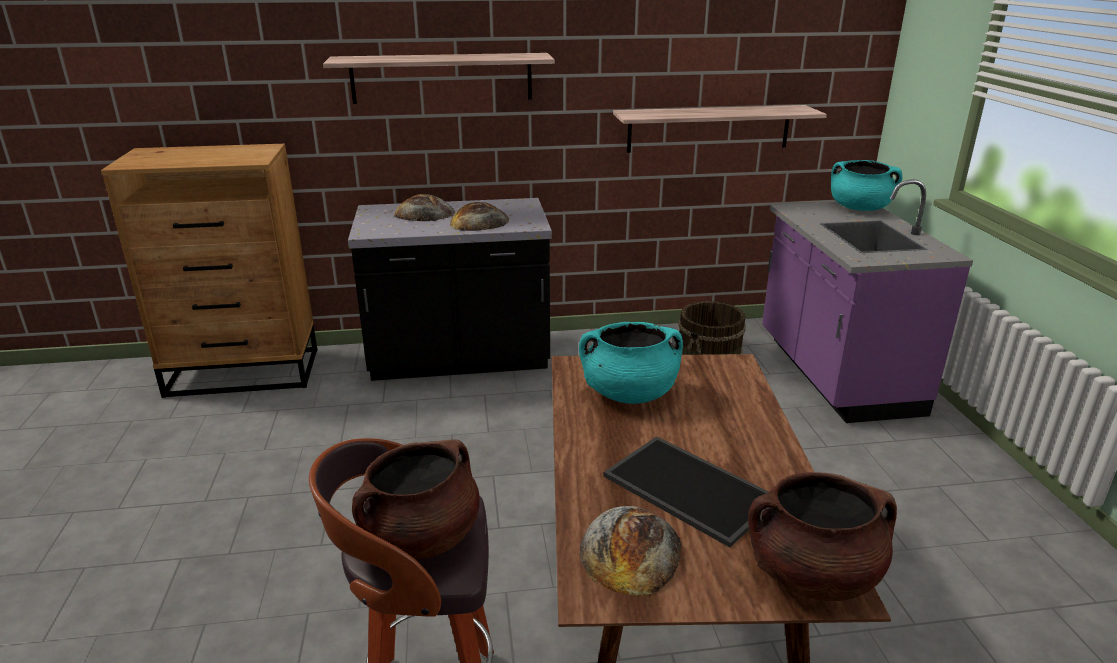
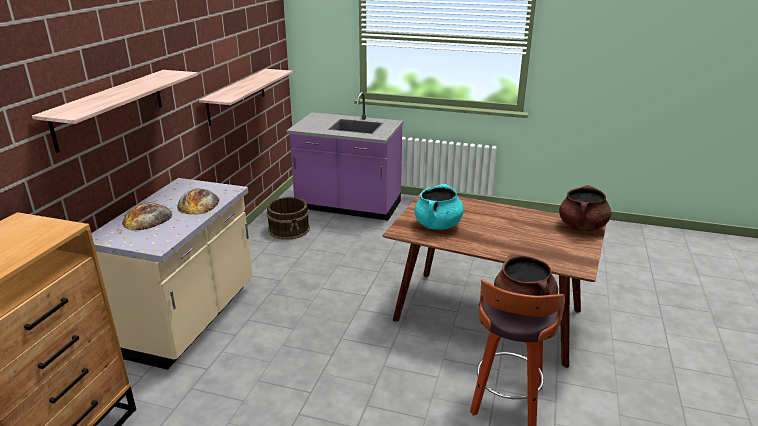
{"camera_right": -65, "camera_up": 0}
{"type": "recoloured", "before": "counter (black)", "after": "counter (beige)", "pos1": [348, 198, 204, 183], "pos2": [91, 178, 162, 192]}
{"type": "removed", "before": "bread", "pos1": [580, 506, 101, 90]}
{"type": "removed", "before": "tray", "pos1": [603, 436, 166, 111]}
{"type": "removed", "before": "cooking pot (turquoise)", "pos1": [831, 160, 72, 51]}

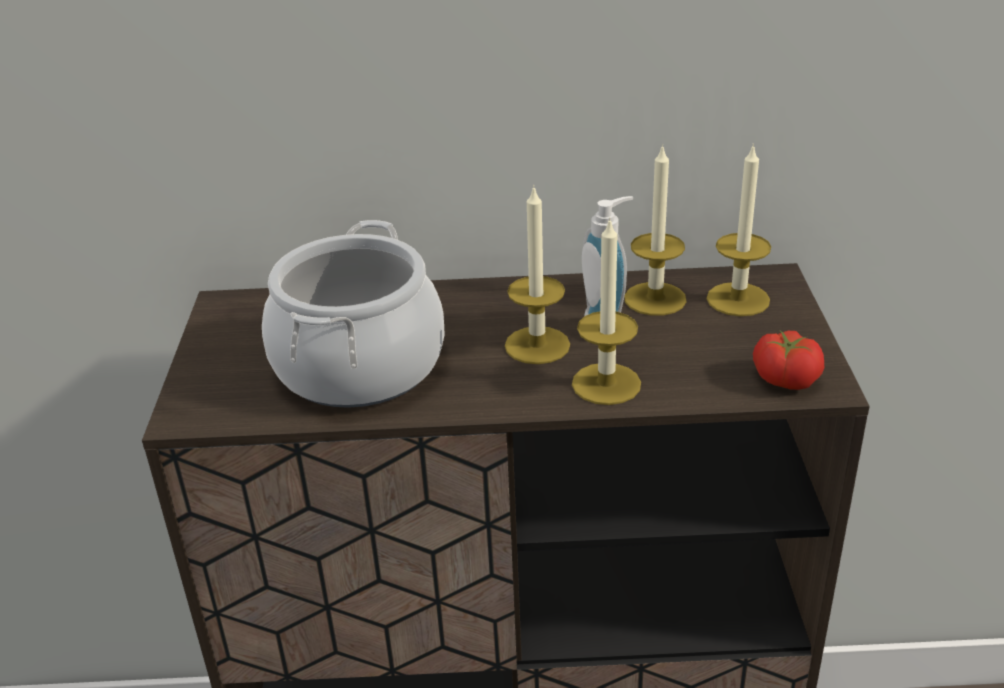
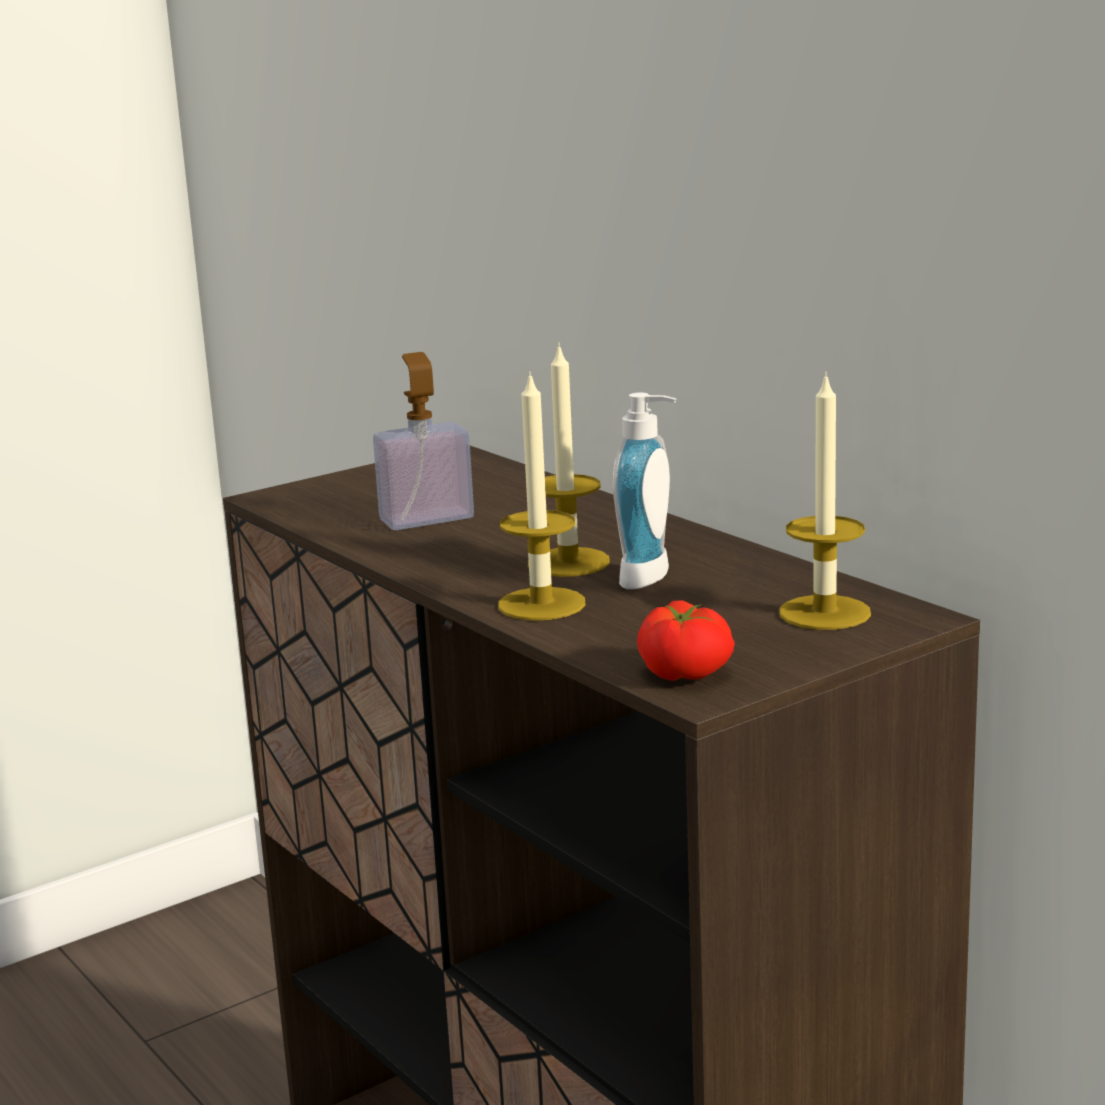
{"camera_right": 55, "camera_up": -15}
{"type": "replaced", "before": "cooking pot", "after": "soap dispenser", "pos1": [262, 220, 183, 188], "pos2": [373, 352, 101, 178]}
{"type": "removed", "before": "candle", "pos1": [624, 144, 62, 172]}

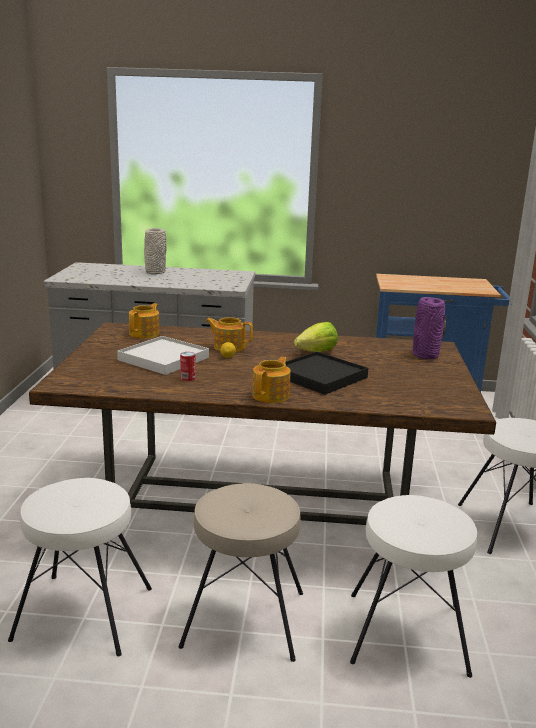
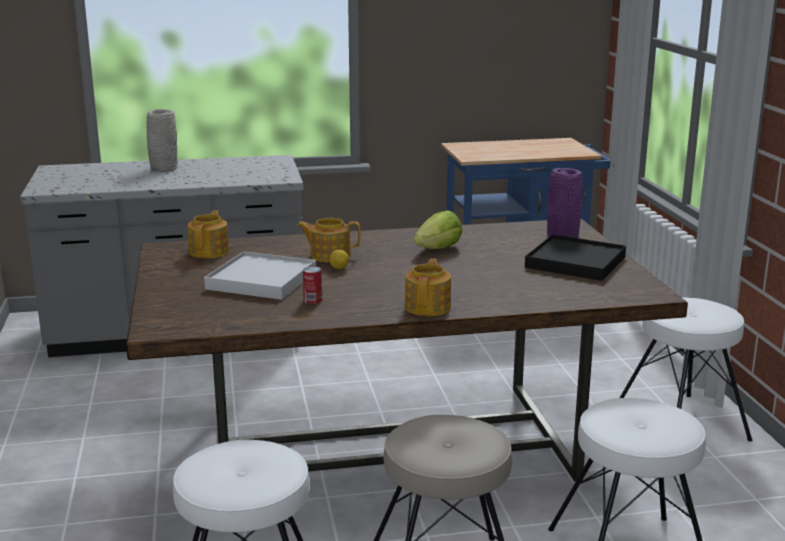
{"camera_right": -15, "camera_up": 0}
{"type": "moved", "before": "tray (black)", "pos1": [285, 352, 83, 43], "pos2": [525, 234, 101, 47]}

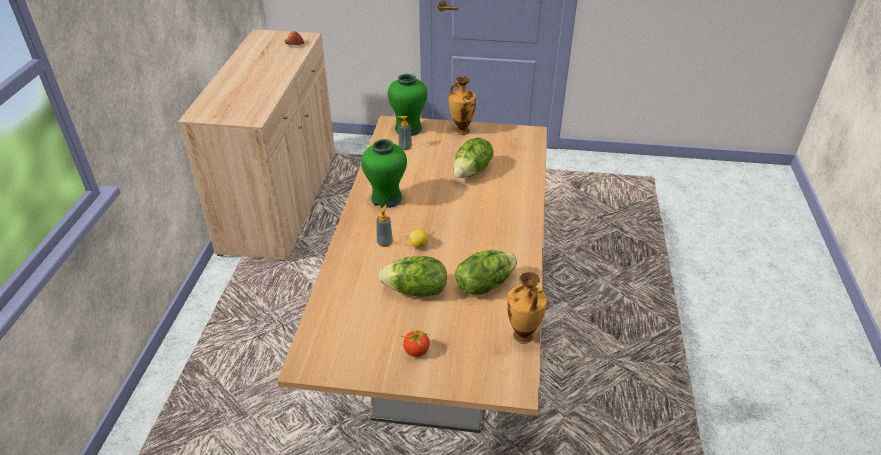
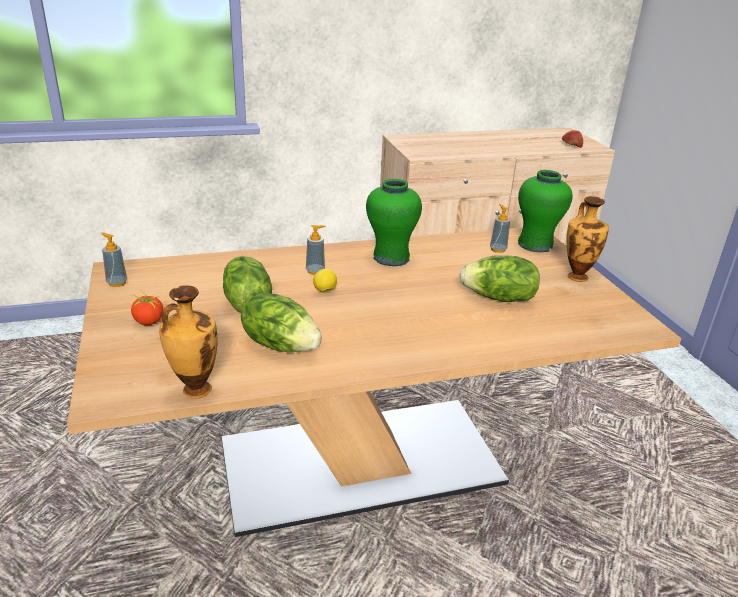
{"camera_right": 65, "camera_up": -10}
{"type": "added", "after": "soap dispenser", "pos2": [101, 233, 26, 54]}

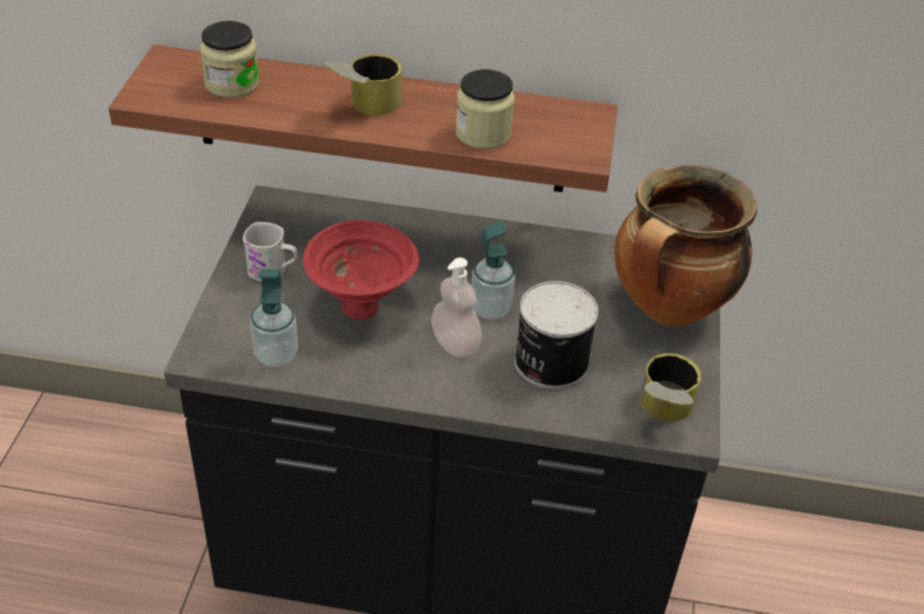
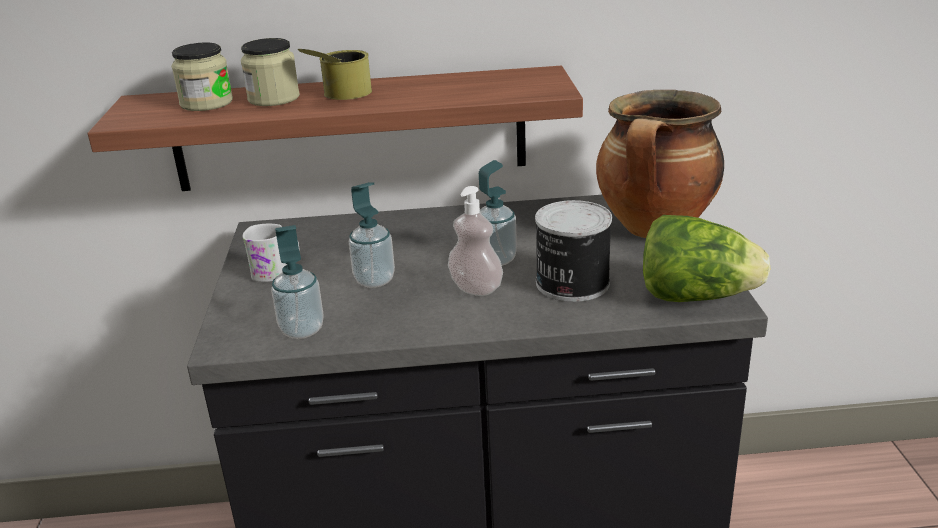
{"camera_right": -10, "camera_up": -15}
{"type": "replaced", "before": "bowl (red)", "after": "soap dispenser", "pos1": [303, 220, 116, 99], "pos2": [349, 182, 46, 106]}
{"type": "moved", "before": "jar", "pos1": [455, 69, 59, 80], "pos2": [241, 38, 59, 68]}
{"type": "replaced", "before": "can", "after": "lettuce", "pos1": [640, 353, 61, 69], "pos2": [643, 215, 128, 87]}

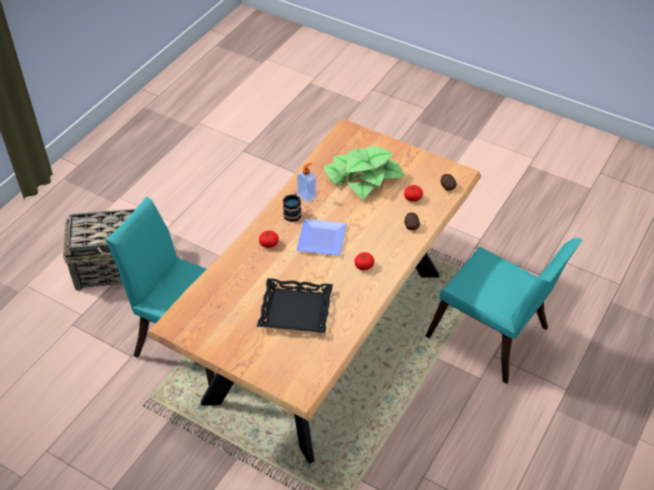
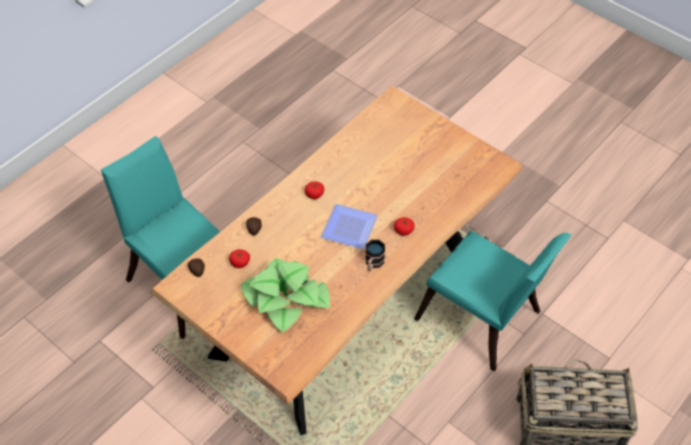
{"camera_right": -170, "camera_up": 5}
{"type": "removed", "before": "tray (black)", "pos1": [257, 278, 76, 55]}
{"type": "removed", "before": "soap dispenser", "pos1": [297, 163, 19, 40]}

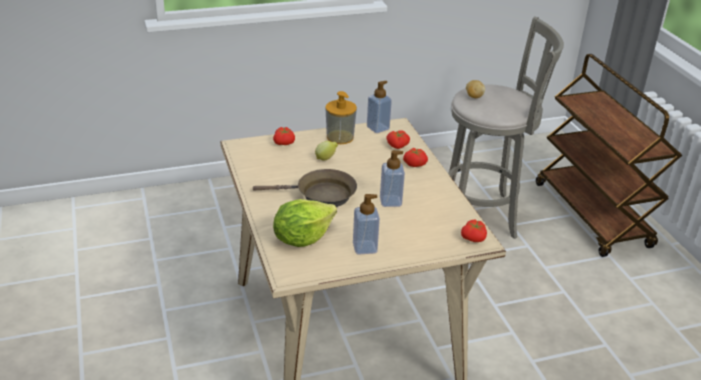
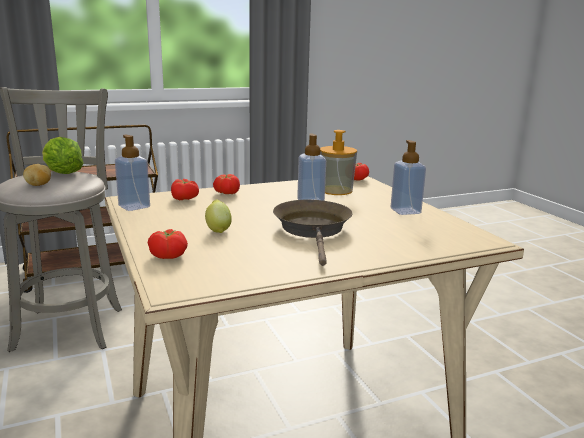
{"camera_right": -95, "camera_up": -15}
{"type": "moved", "before": "lettuce", "pos1": [273, 199, 64, 48], "pos2": [42, 137, 42, 37]}
{"type": "moved", "before": "soap dispenser", "pos1": [325, 91, 32, 53], "pos2": [320, 130, 37, 65]}

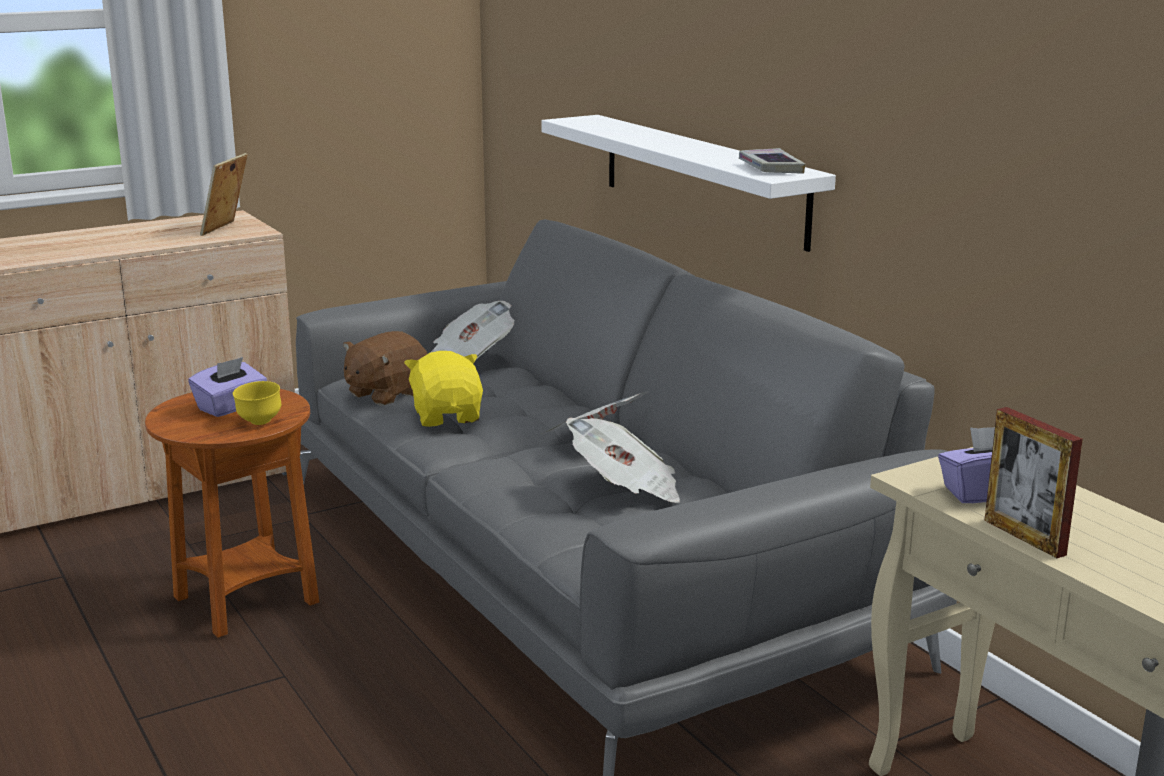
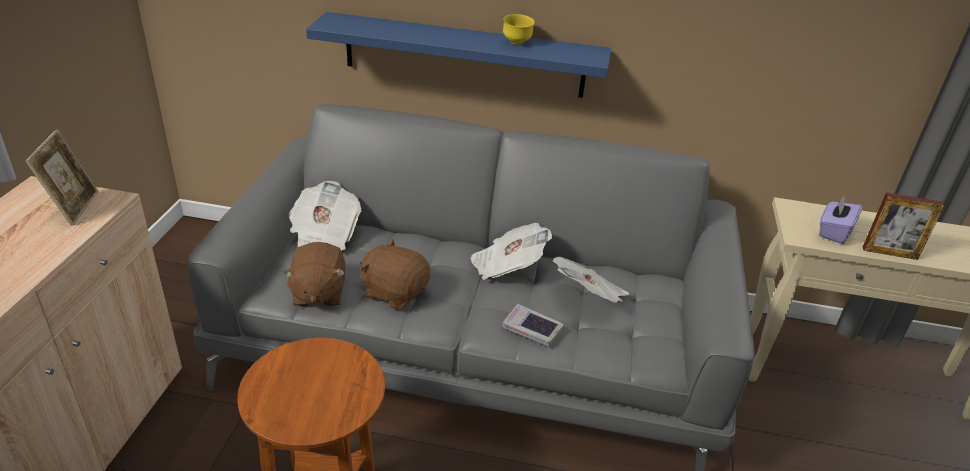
{"camera_right": -50, "camera_up": 15}
{"type": "removed", "before": "tissue box (purple)", "pos1": [188, 357, 79, 60]}
{"type": "turned", "before": "picture frame", "pos1": [200, 153, 48, 83], "pos2": [25, 130, 73, 96], "turn": -150}
{"type": "moved", "before": "bowl (yellow)", "pos1": [233, 381, 48, 44], "pos2": [503, 14, 32, 31]}
{"type": "recoloured", "before": "plush toy (yellow)", "after": "plush toy (brown)", "pos1": [404, 351, 79, 76], "pos2": [360, 240, 70, 70]}
{"type": "recoloured", "before": "shelf (white)", "after": "shelf (blue)", "pos1": [541, 115, 295, 137], "pos2": [306, 12, 305, 86]}
{"type": "moved", "before": "book", "pos1": [739, 148, 66, 26], "pos2": [502, 304, 62, 43]}

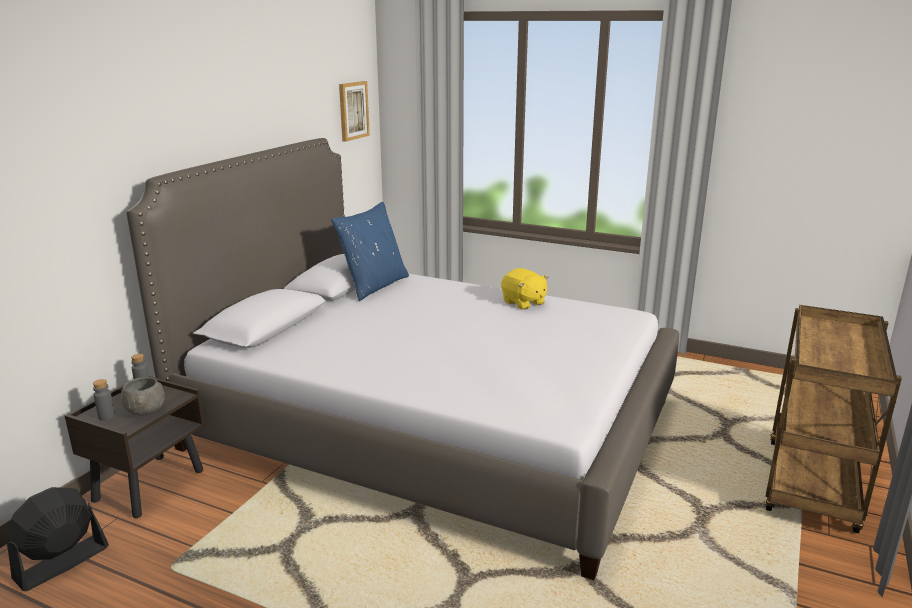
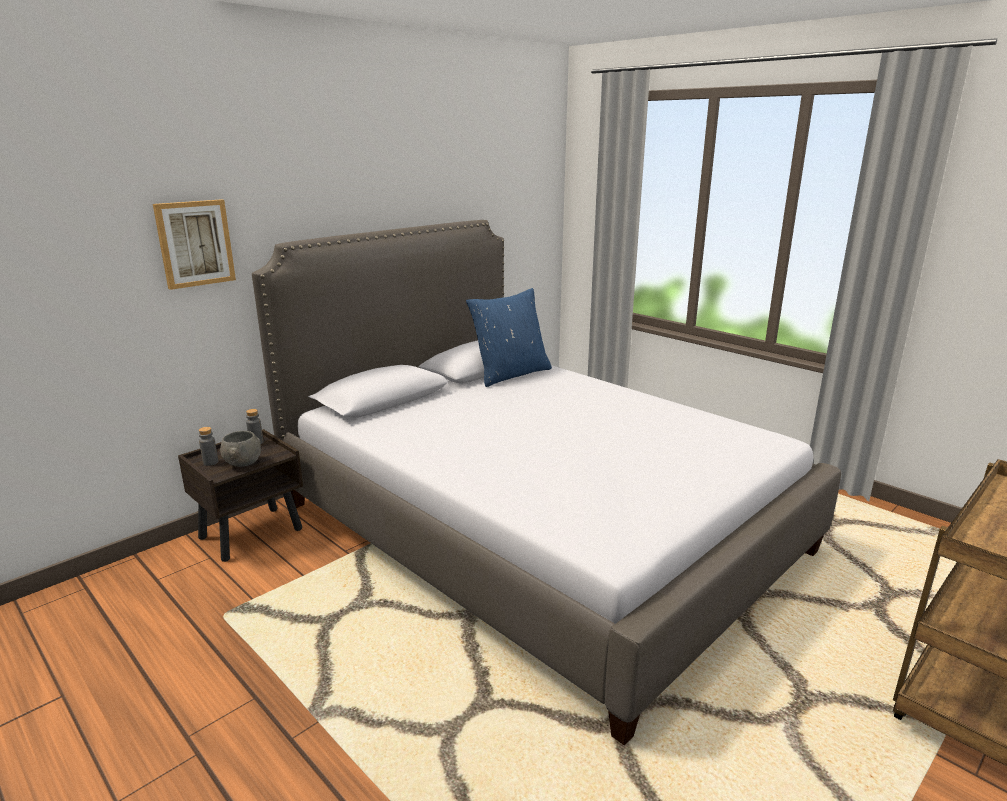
{"camera_right": 20, "camera_up": 0}
{"type": "removed", "before": "fan (black)", "pos1": [7, 487, 102, 104]}
{"type": "moved", "before": "picture", "pos1": [339, 81, 31, 61], "pos2": [153, 199, 83, 91]}
{"type": "removed", "before": "plush toy (yellow)", "pos1": [501, 268, 47, 42]}

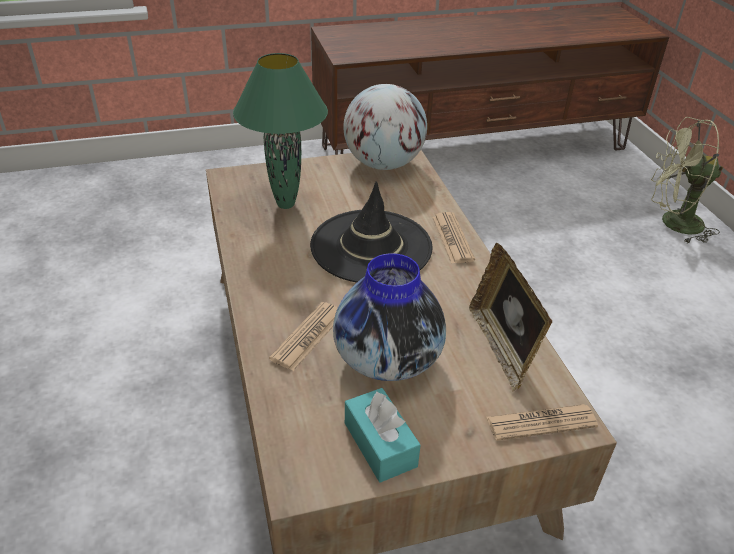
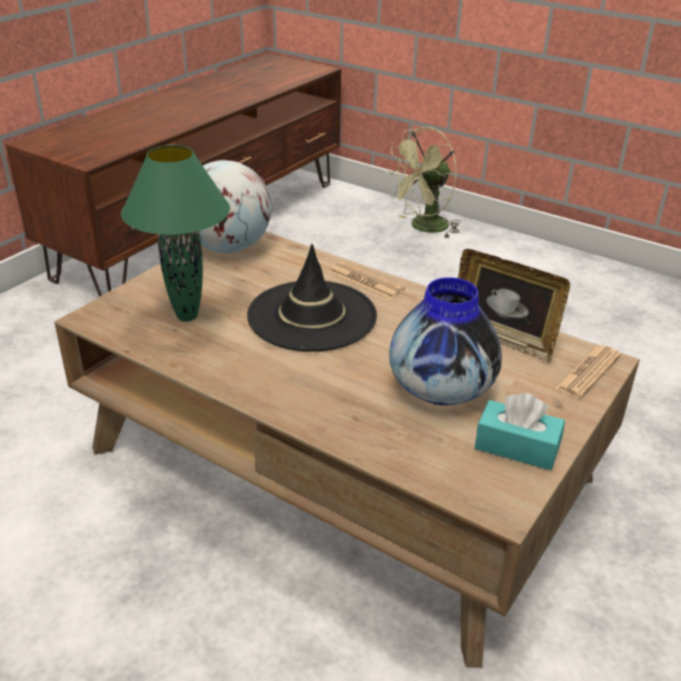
{"camera_right": -40, "camera_up": -5}
{"type": "removed", "before": "newspaper", "pos1": [269, 302, 69, 69]}

